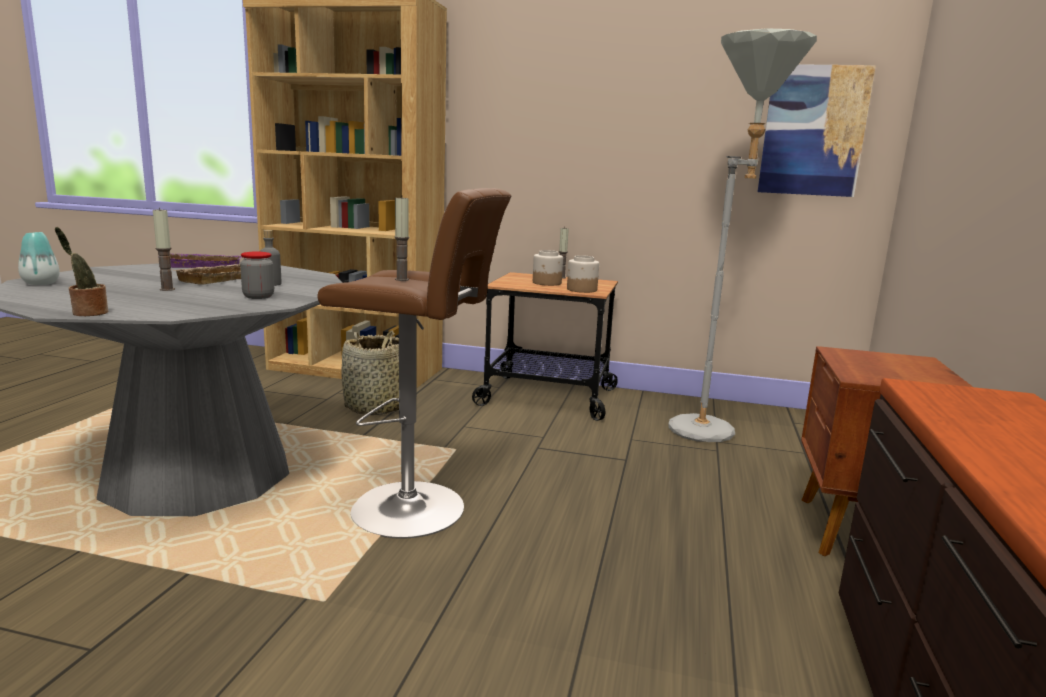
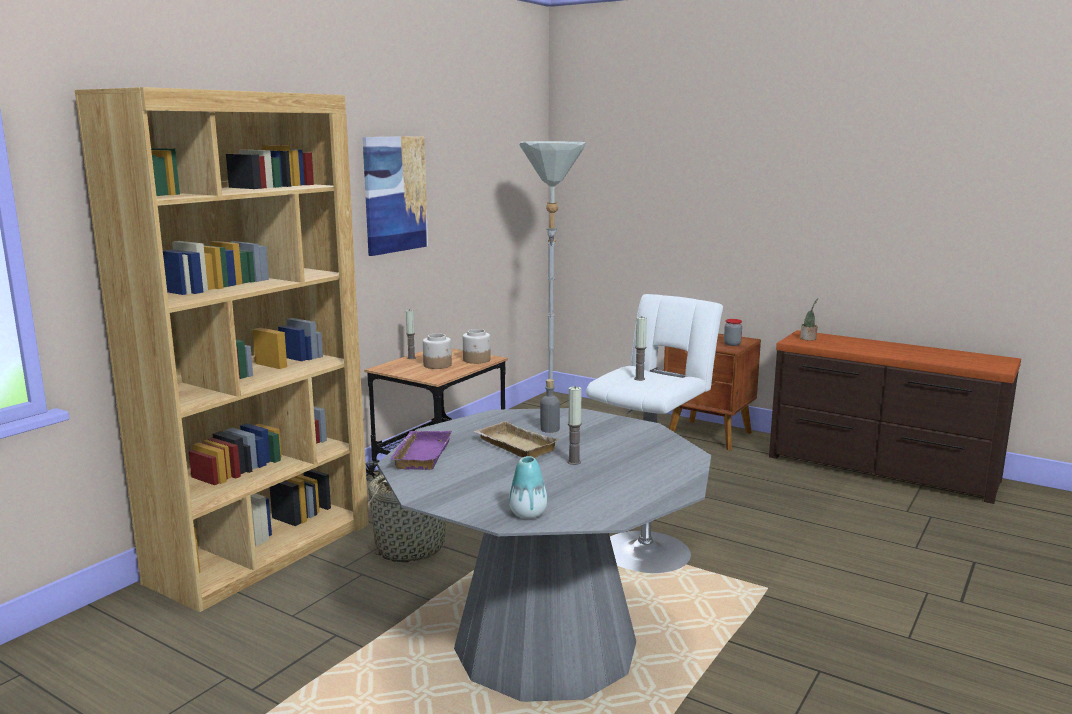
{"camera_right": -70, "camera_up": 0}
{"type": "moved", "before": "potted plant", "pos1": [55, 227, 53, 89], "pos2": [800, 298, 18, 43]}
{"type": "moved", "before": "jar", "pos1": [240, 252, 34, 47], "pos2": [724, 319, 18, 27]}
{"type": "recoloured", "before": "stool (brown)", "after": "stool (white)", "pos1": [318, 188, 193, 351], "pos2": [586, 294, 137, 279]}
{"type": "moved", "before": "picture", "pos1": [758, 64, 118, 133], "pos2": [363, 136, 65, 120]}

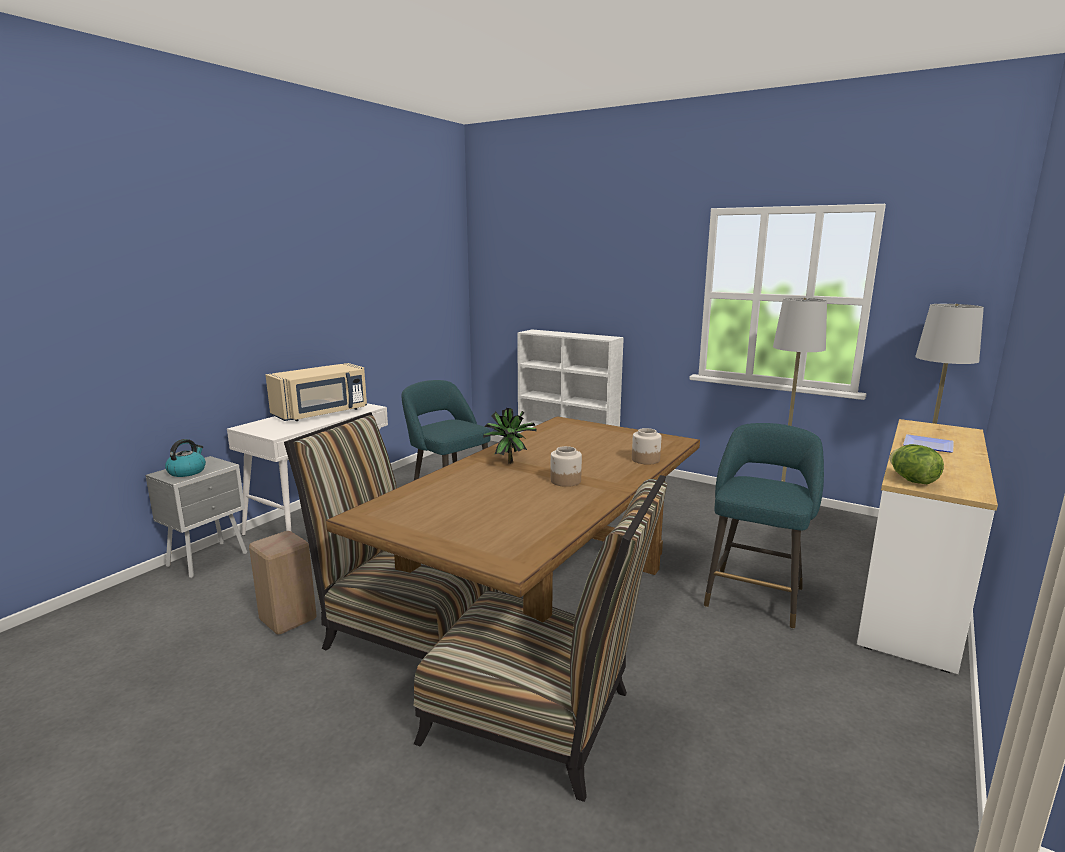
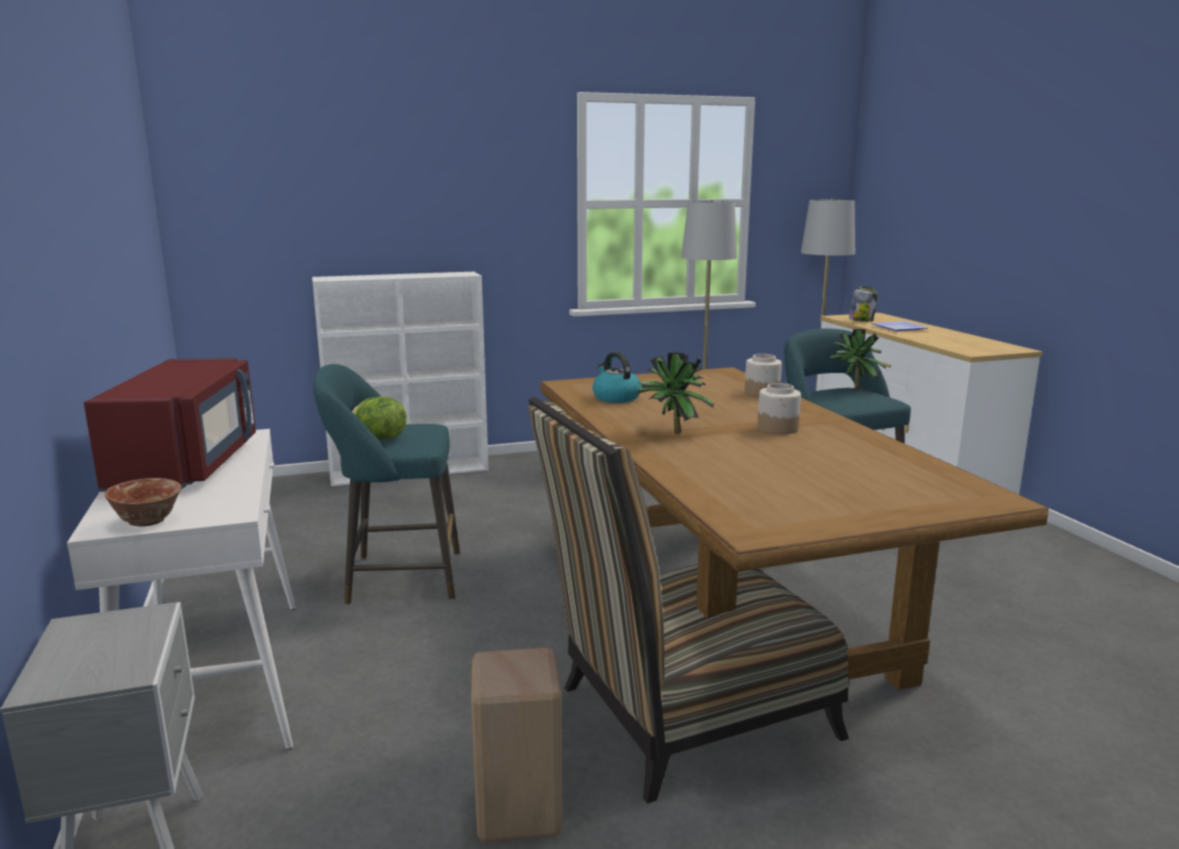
{"camera_right": -50, "camera_up": 0}
{"type": "moved", "before": "kettle", "pos1": [165, 439, 41, 38], "pos2": [592, 352, 49, 51]}
{"type": "recoloured", "before": "microwave (beige)", "after": "microwave (red)", "pos1": [266, 363, 101, 58], "pos2": [84, 358, 172, 134]}
{"type": "removed", "before": "chair", "pos1": [414, 475, 253, 327]}
{"type": "moved", "before": "lettuce", "pos1": [890, 444, 54, 40], "pos2": [352, 397, 55, 42]}
{"type": "added", "after": "bowl", "pos2": [105, 478, 76, 49]}
{"type": "added", "after": "potted plant", "pos2": [828, 329, 58, 60]}
{"type": "added", "after": "jar", "pos2": [849, 287, 29, 35]}

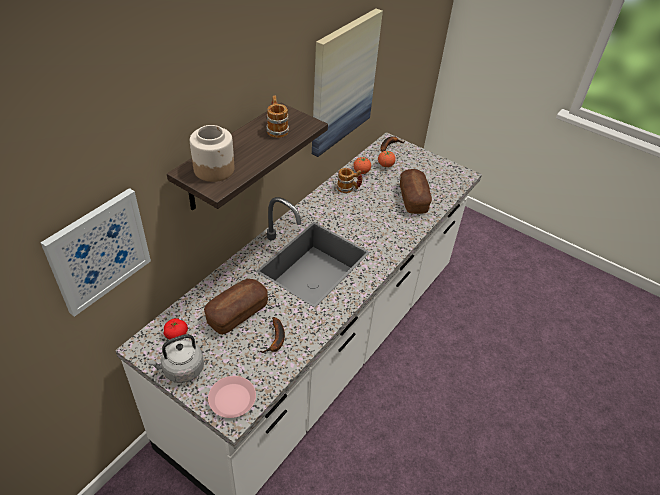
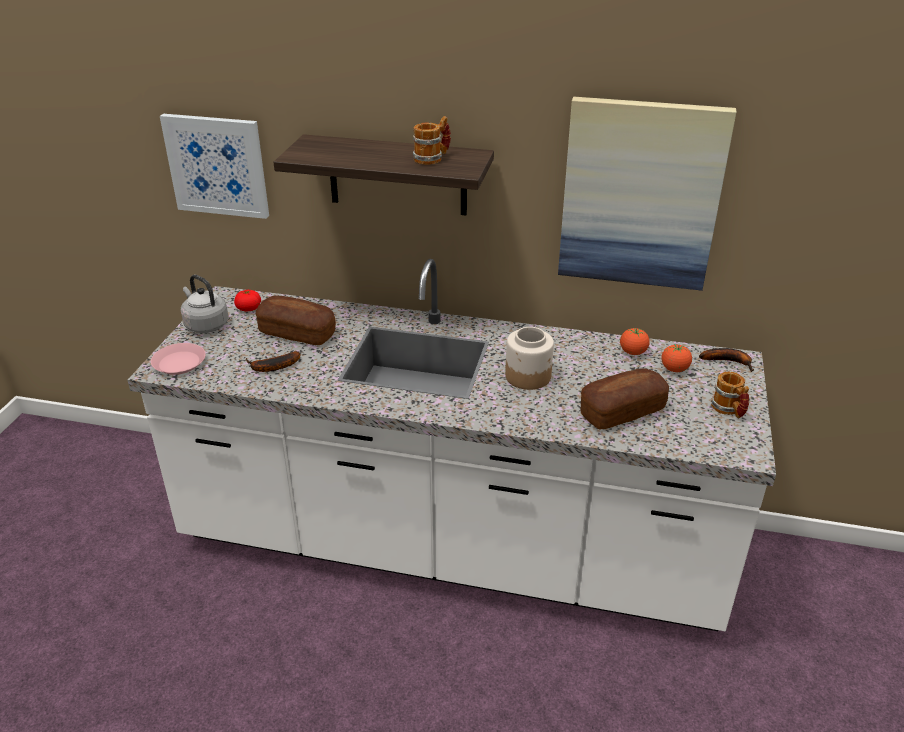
{"camera_right": 70, "camera_up": -10}
{"type": "moved", "before": "jar", "pos1": [190, 125, 45, 57], "pos2": [505, 327, 49, 63]}
{"type": "moved", "before": "mug", "pos1": [336, 168, 27, 25], "pos2": [711, 372, 38, 46]}

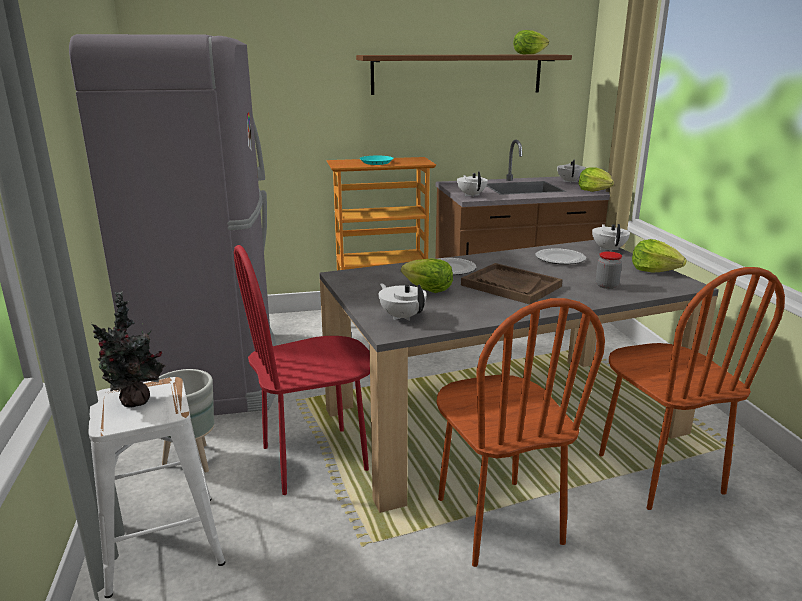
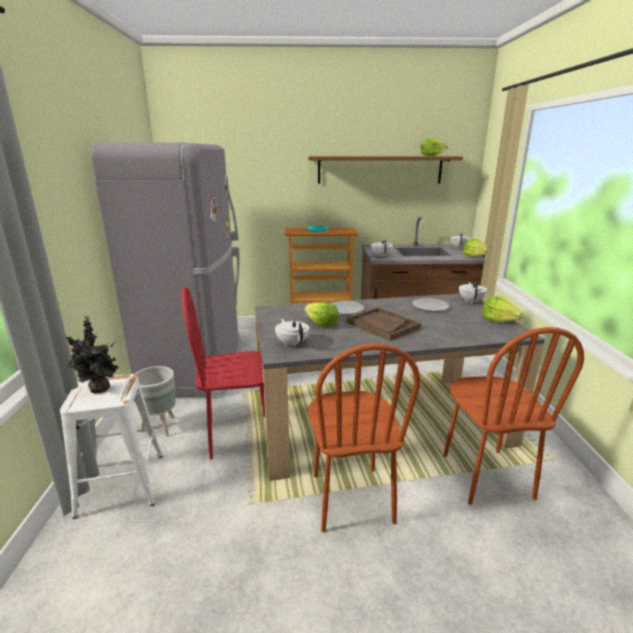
{"camera_right": 10, "camera_up": 0}
{"type": "removed", "before": "jar", "pos1": [596, 251, 26, 38]}

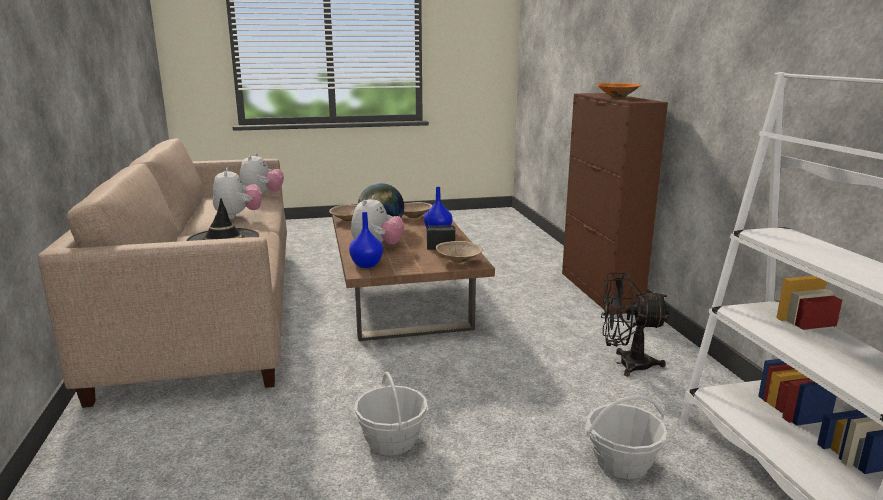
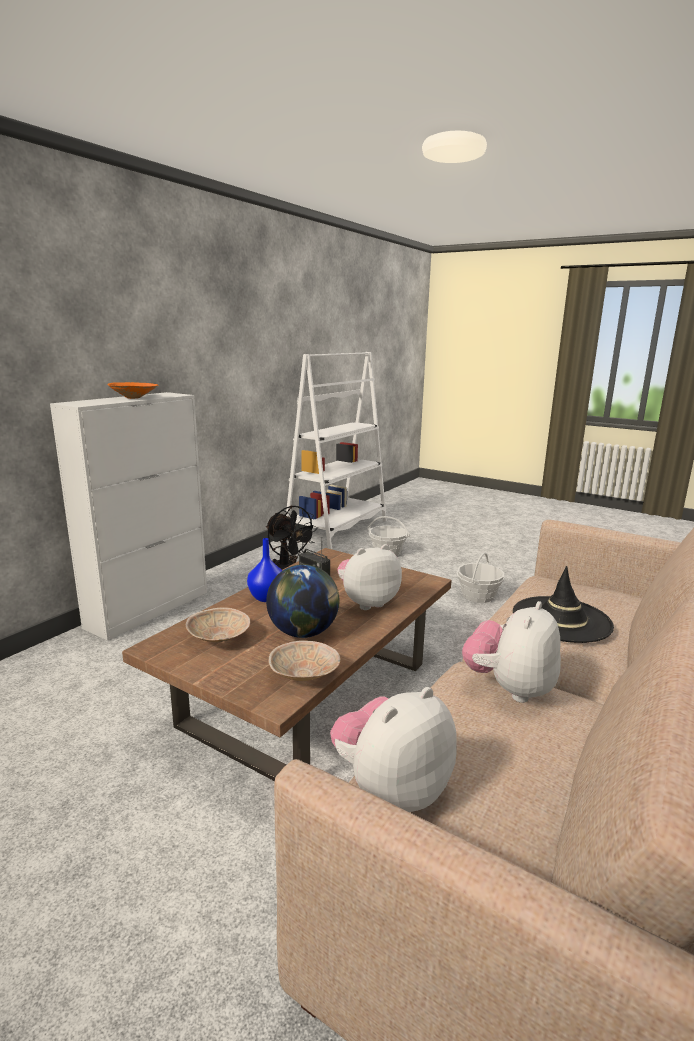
{"camera_right": -135, "camera_up": 0}
{"type": "removed", "before": "vase (blue)", "pos1": [349, 212, 34, 56]}
{"type": "removed", "before": "bowl (beige)", "pos1": [436, 241, 46, 22]}
{"type": "recoloured", "before": "cabinet (brown)", "after": "cabinet (white)", "pos1": [562, 93, 106, 222], "pos2": [50, 392, 157, 249]}

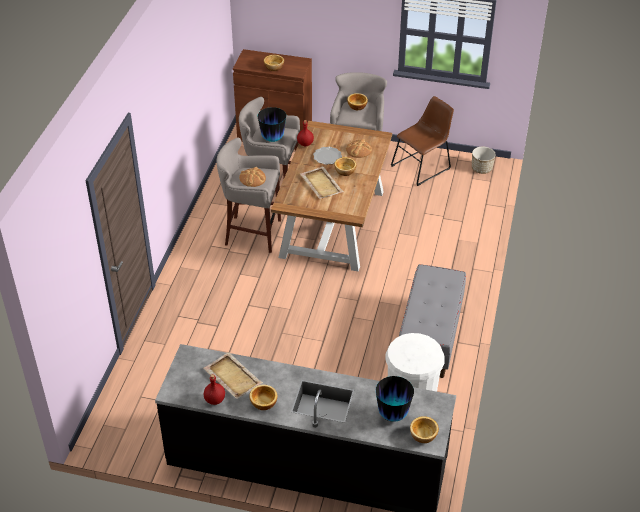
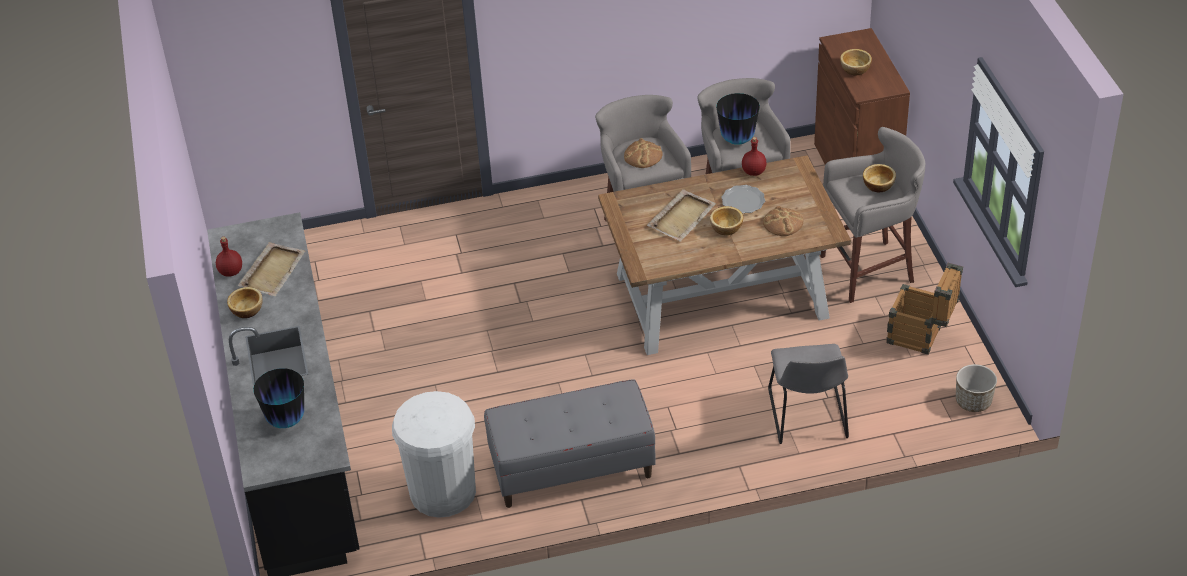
{"camera_right": 65, "camera_up": 0}
{"type": "replaced", "before": "chair (brown)", "after": "crate", "pos1": [391, 96, 63, 90], "pos2": [886, 263, 77, 92]}
{"type": "removed", "before": "bowl", "pos1": [410, 416, 29, 27]}
{"type": "added", "after": "chair (grey)", "pos2": [768, 344, 81, 100]}

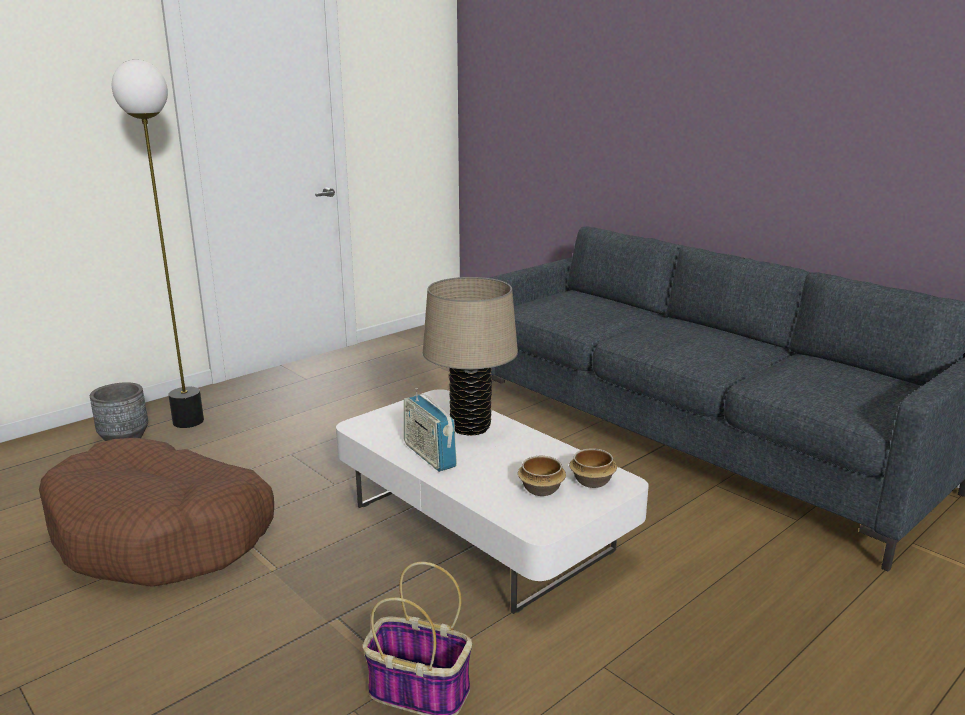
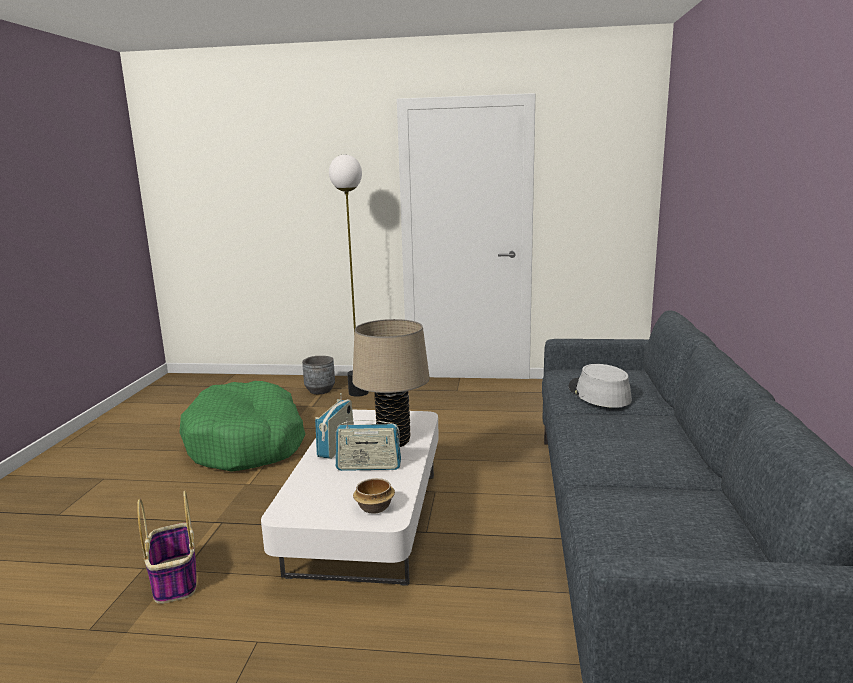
{"camera_right": 50, "camera_up": -5}
{"type": "recoloured", "before": "dog bed (brown)", "after": "dog bed (green)", "pos1": [39, 438, 235, 149], "pos2": [179, 381, 127, 91]}
{"type": "removed", "before": "bowl", "pos1": [518, 456, 48, 40]}
{"type": "added", "after": "radio", "pos2": [335, 417, 66, 54]}
{"type": "added", "after": "hat (grey)", "pos2": [568, 364, 64, 44]}

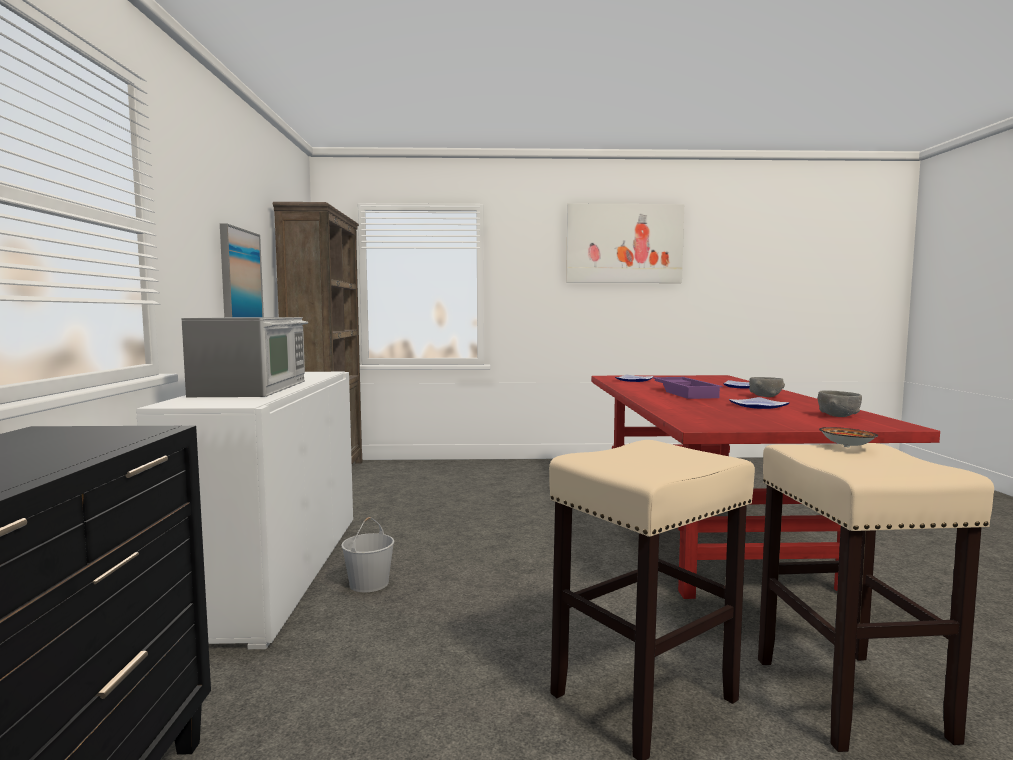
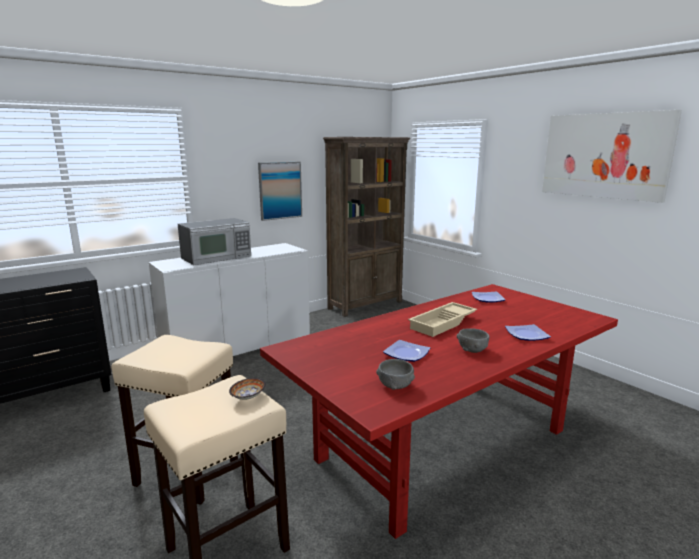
{"camera_right": 55, "camera_up": 10}
{"type": "removed", "before": "bucket (white)", "pos1": [341, 517, 53, 75]}
{"type": "recoloured", "before": "tray (purple)", "after": "tray (beige)", "pos1": [653, 377, 70, 22], "pos2": [408, 302, 69, 35]}

